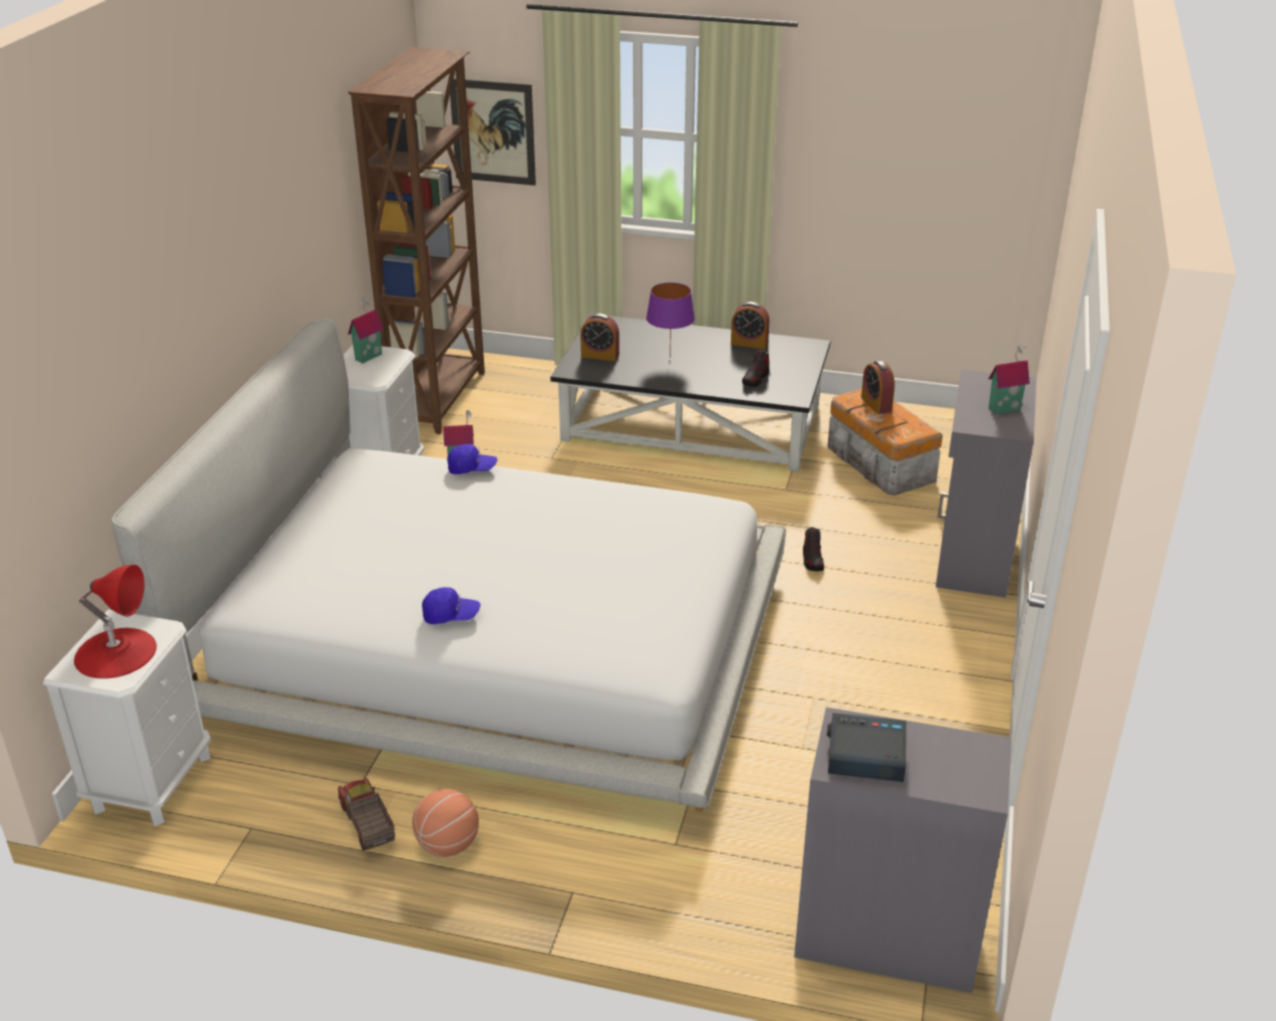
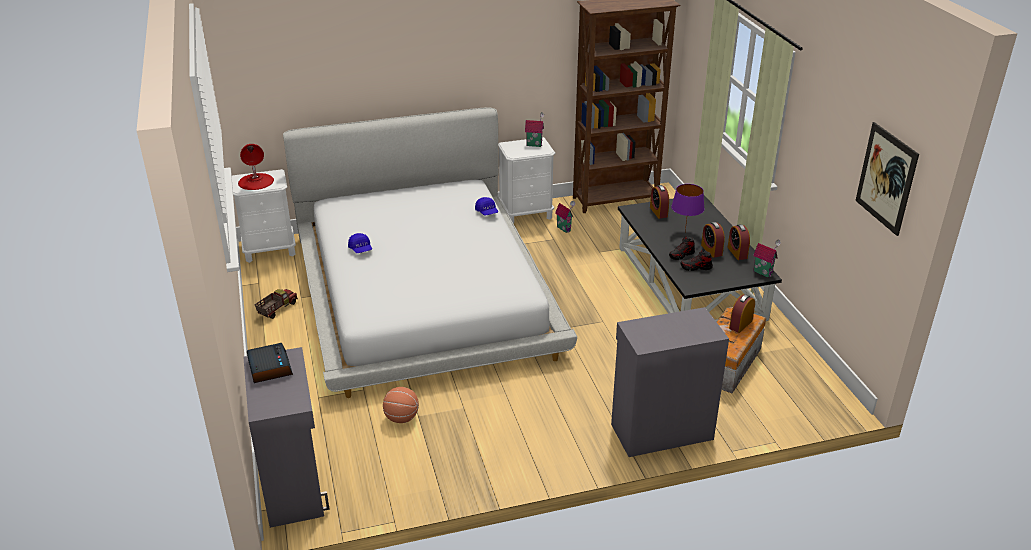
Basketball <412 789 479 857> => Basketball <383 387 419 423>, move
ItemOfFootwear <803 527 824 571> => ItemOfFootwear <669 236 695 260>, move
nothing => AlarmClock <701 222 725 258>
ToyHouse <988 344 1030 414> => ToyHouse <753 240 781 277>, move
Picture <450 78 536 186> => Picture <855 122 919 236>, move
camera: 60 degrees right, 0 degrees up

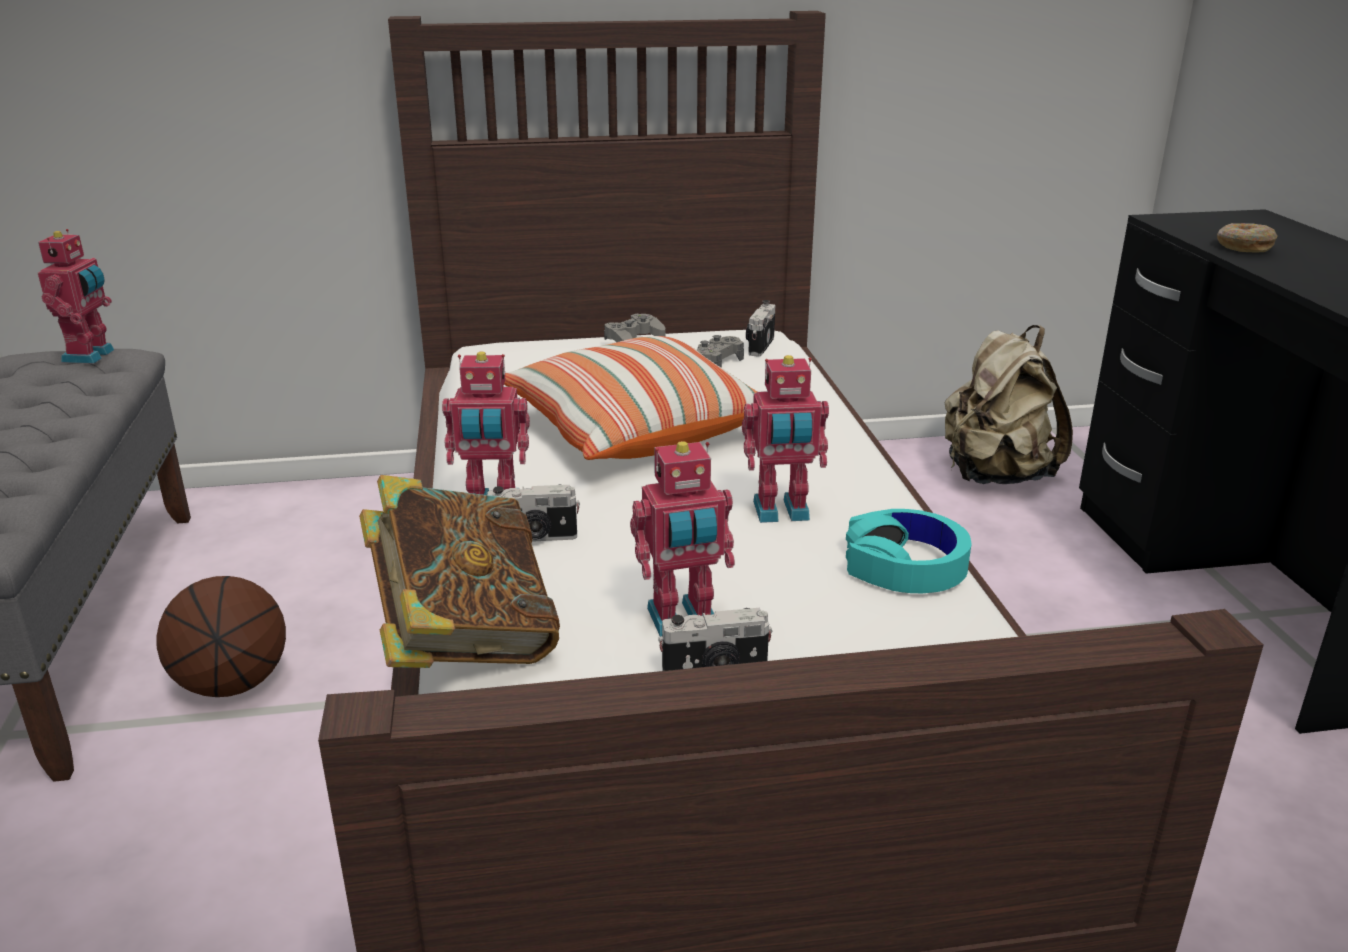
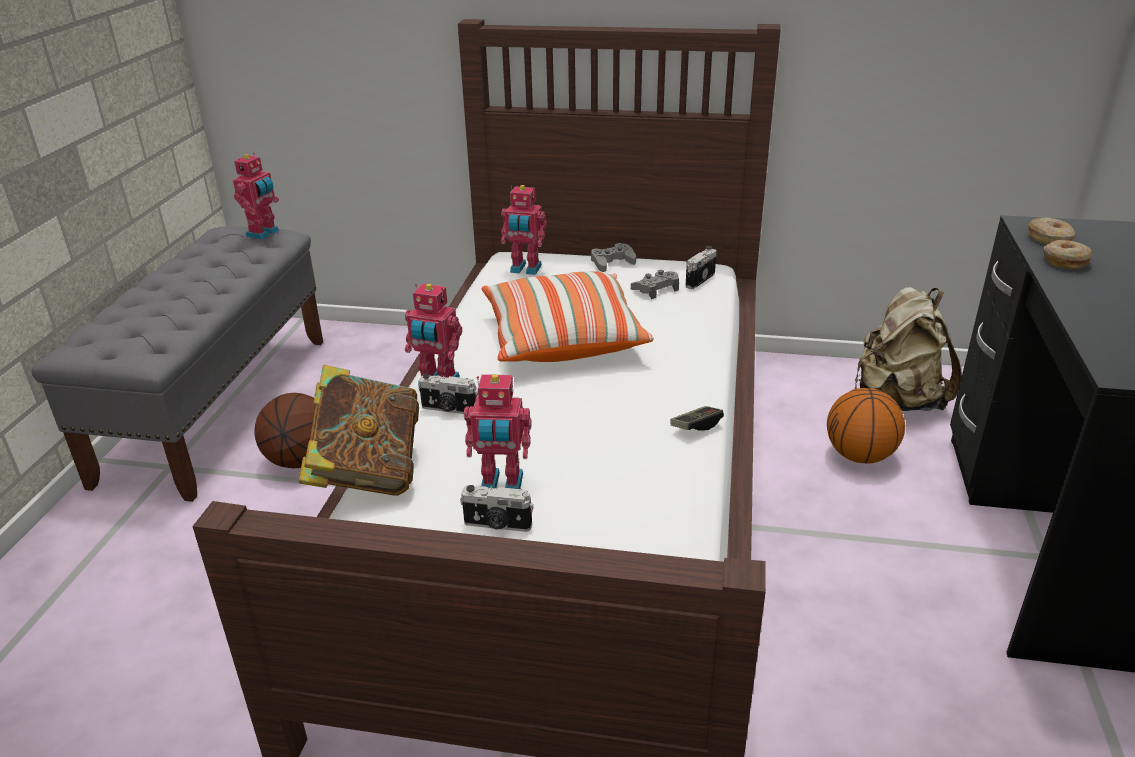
ToyRobot <742 355 829 523> => ToyRobot <501 185 547 275>, move
nothing => GameController <671 406 724 431>
nothing => Basketball <827 388 905 464>
nothing => RingDoughnut <1028 217 1075 244>
TurquoiseColouredPairOfHeadphones <846 509 971 593> => nothing
camera: 20 degrees right, 5 degrees up

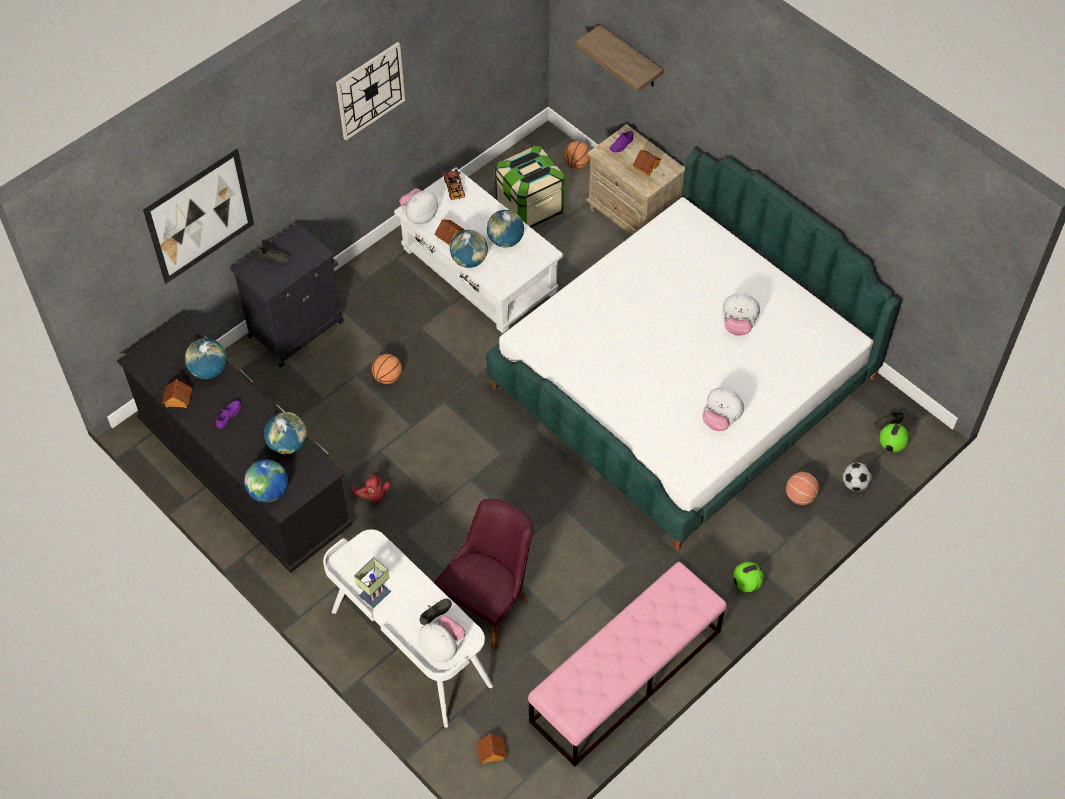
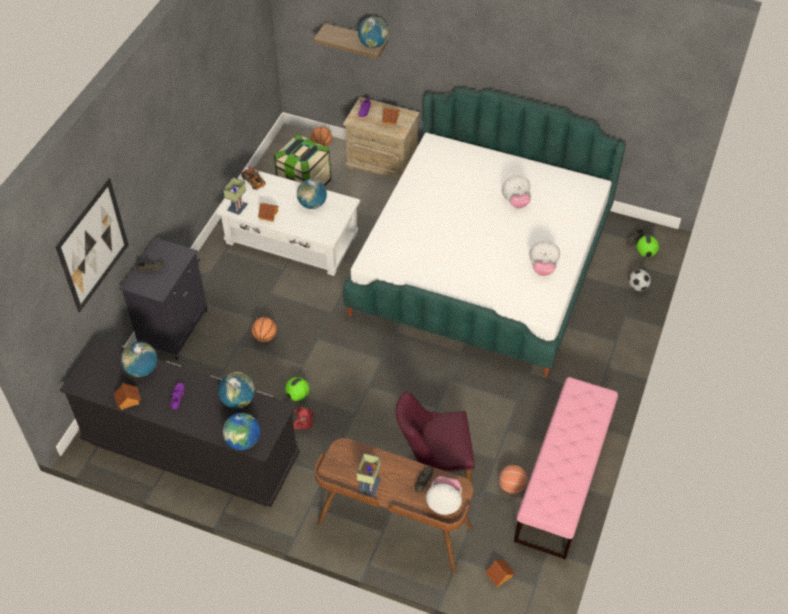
PlushToy <399 188 438 224> => TabletopLamp <223 177 248 215>
FootballBall <733 562 764 593> => FootballBall <285 377 309 401>, move
WhiteDeskUnit <323 529 493 728> => BrownishDeskUnit <315 438 473 573>
Globe <450 230 488 268> => Globe <358 17 388 48>, move
PurpleColouredChair <434 499 533 650> => PurpleColouredChair <396 391 475 482>, 105 degrees counterclockwise
Basketball <786 472 819 505> => Basketball <499 465 527 494>, move
WallClock <336 42 405 140> => nothing
camera: 25 degrees left, 5 degrees down

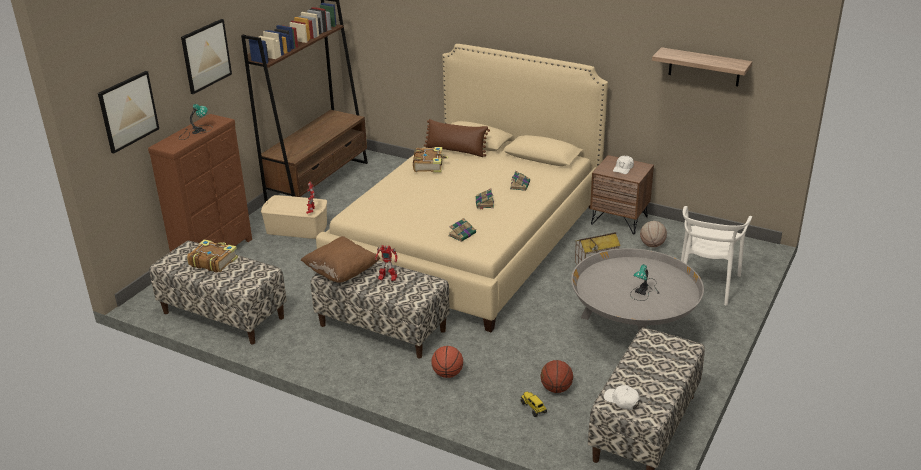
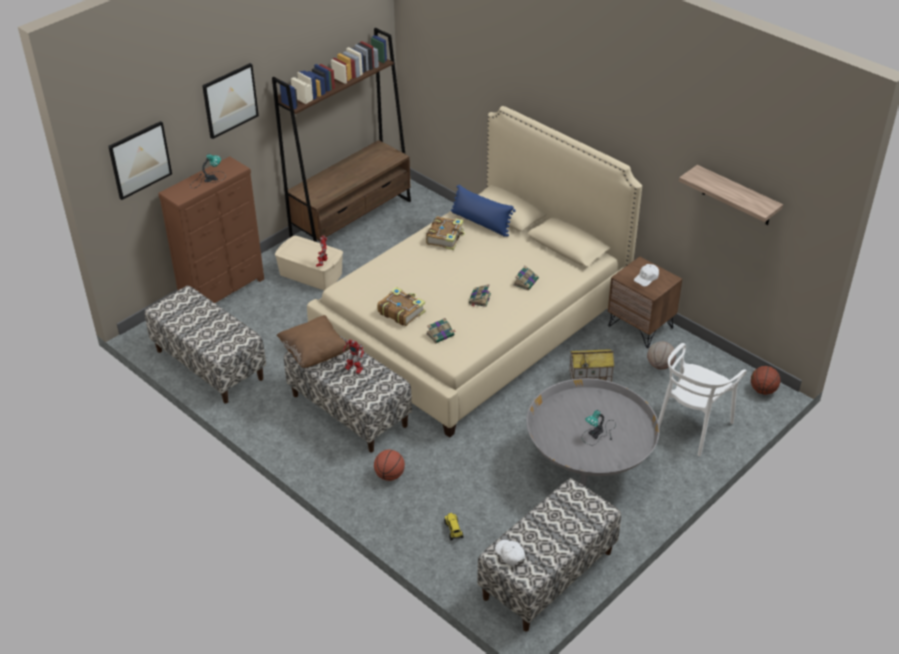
Volume <187 239 238 272> => Volume <377 287 426 326>, move
BrownishPillow <424 119 490 157> => BluePillow <451 185 516 237>
Basketball <540 360 573 393> => Basketball <751 366 780 395>, move
camera: 15 degrees right, 10 degrees up

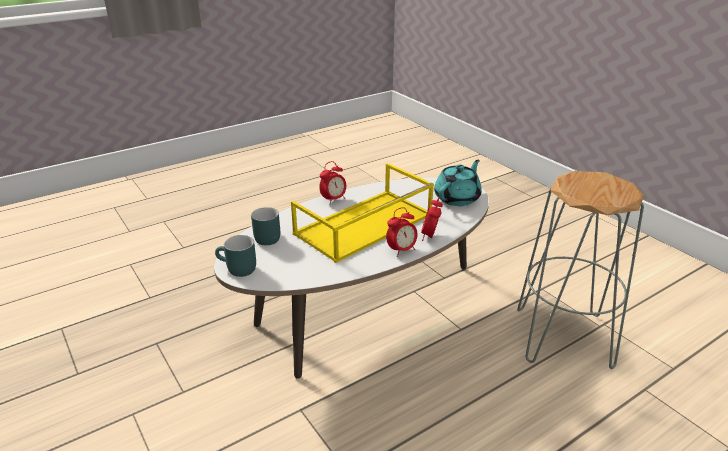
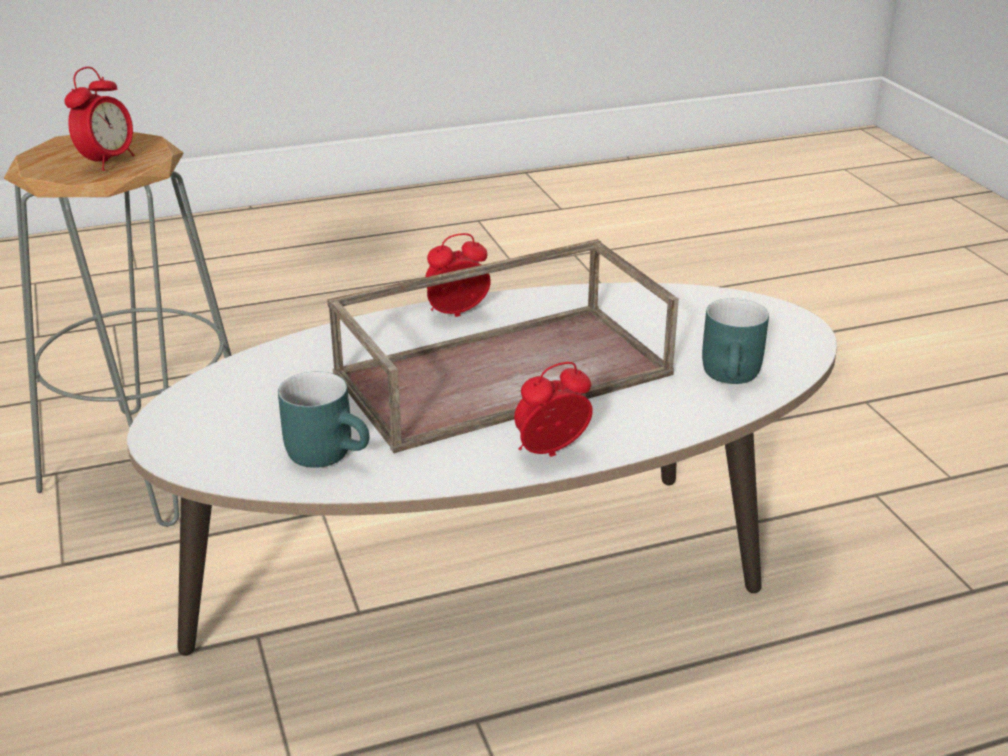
AlarmClock <421 197 443 241> => AlarmClock <65 67 135 171>, move
TurquoiseColouredCoffeeMug <215 235 256 277> => TurquoiseColouredCoffeeMug <278 372 369 468>, move
YellowColouredTray <291 163 434 263> => BrownishTray <327 239 679 453>
TurquoiseColouredTeapot <434 160 482 206> => nothing
camera: 165 degrees left, 0 degrees up

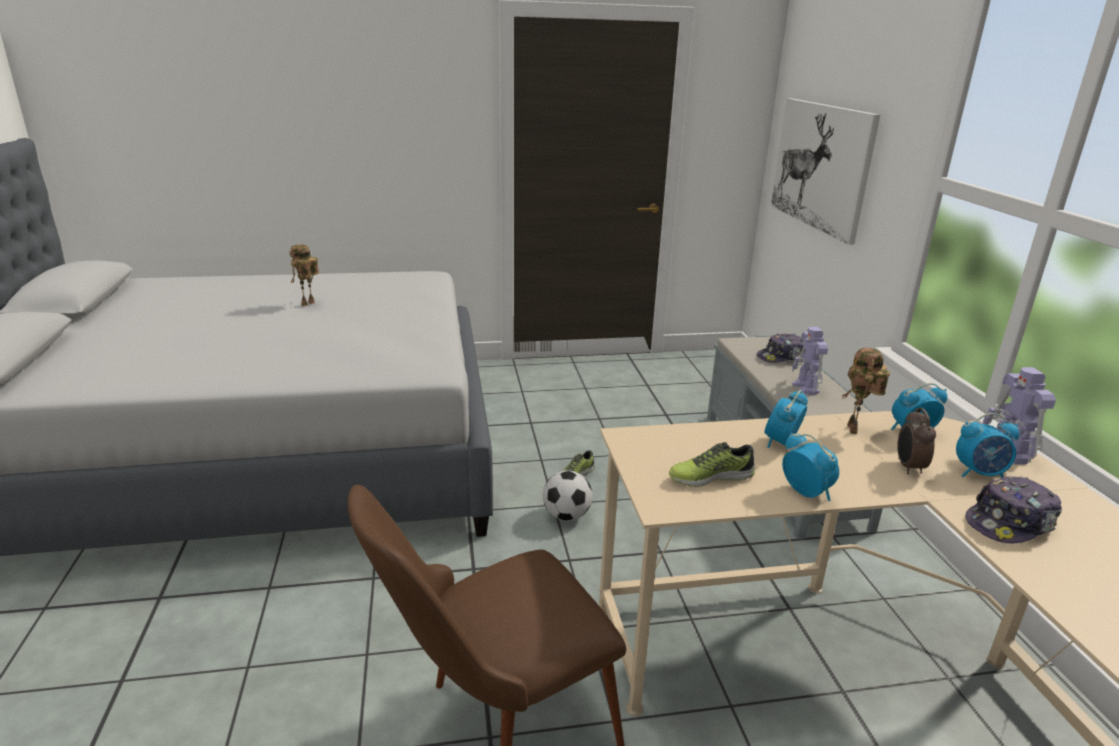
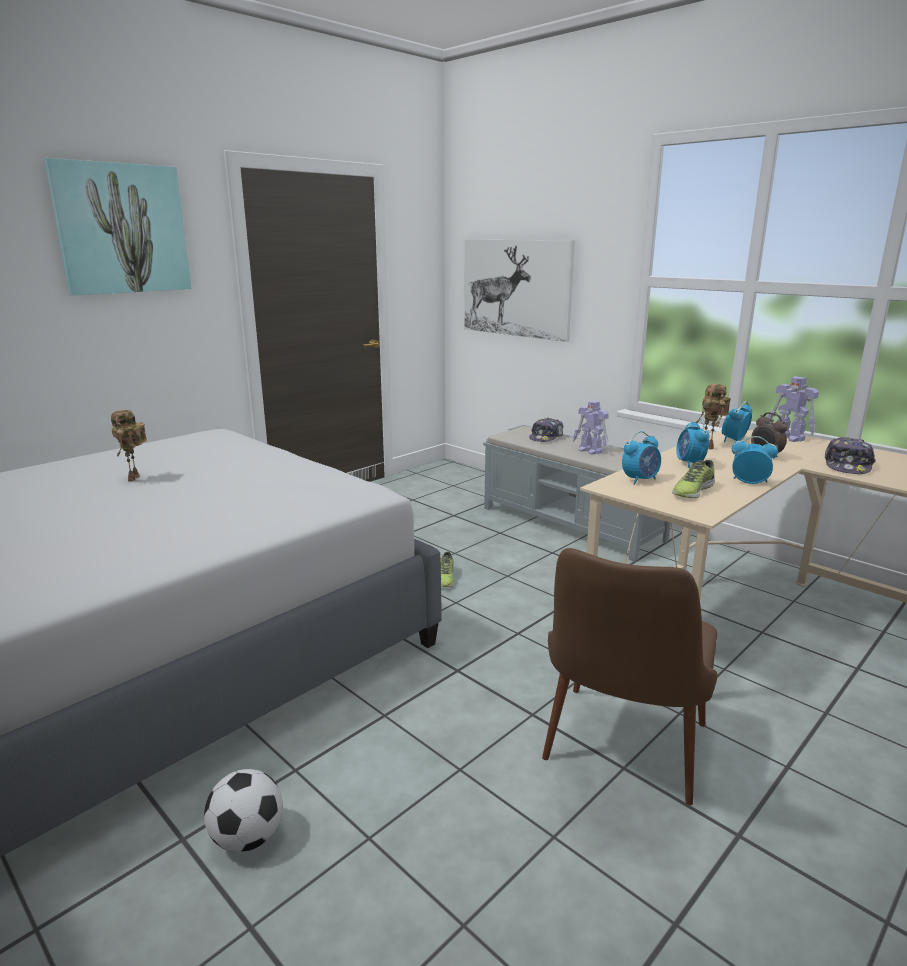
nothing => Picture <44 158 192 296>
FootballBall <543 470 592 521> => FootballBall <204 769 283 852>, move
AlarmClock <956 413 1020 478> => AlarmClock <622 431 661 485>, move
camera: 35 degrees left, 5 degrees down

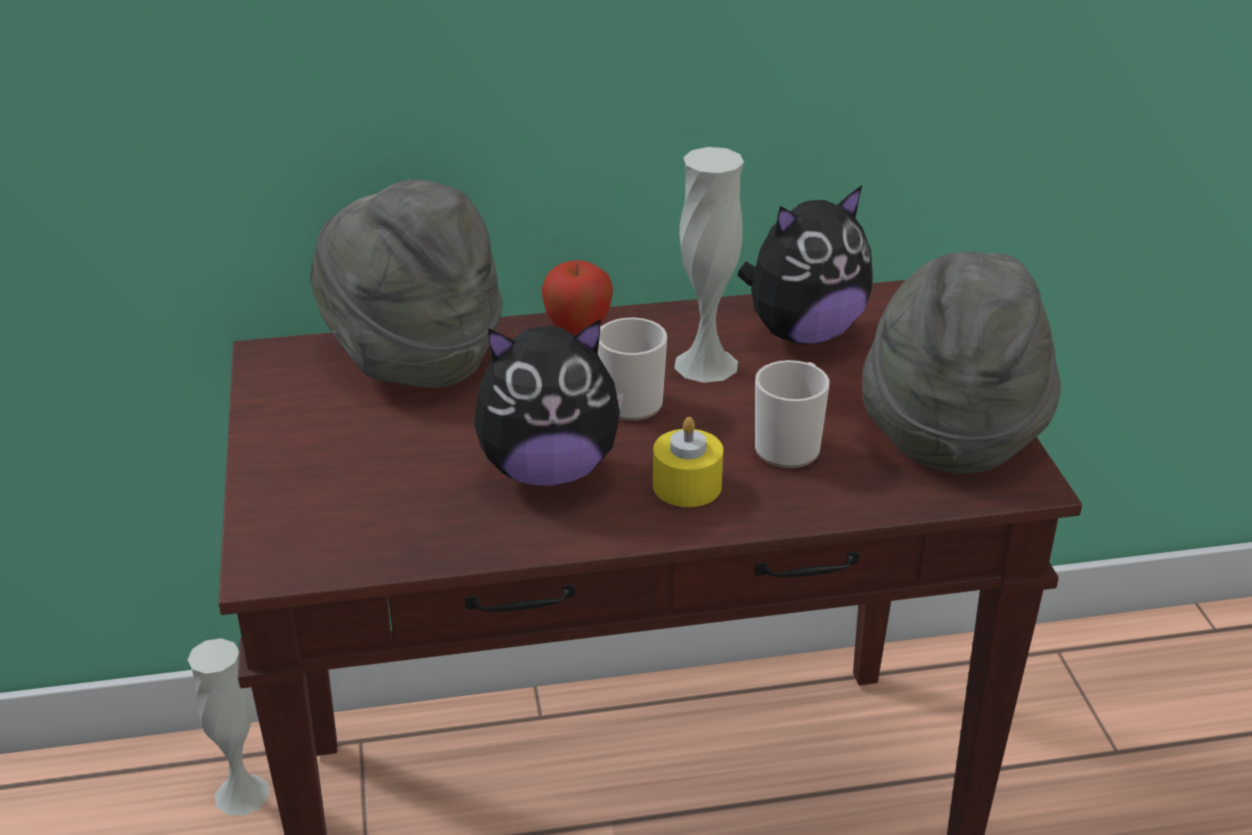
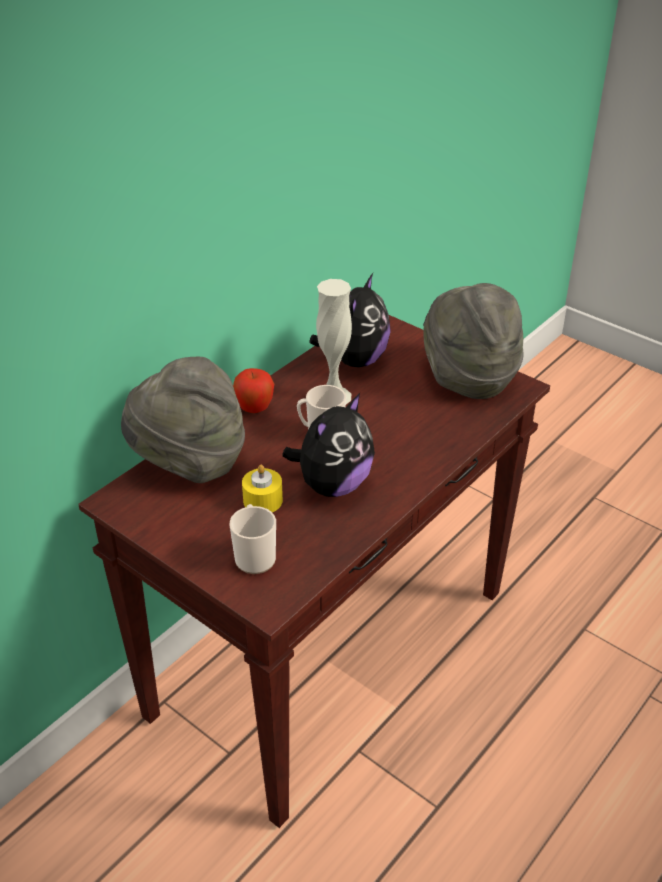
CoffeeMug <755 360 830 468> => CoffeeMug <230 504 276 574>, move
YellowColouredWaxLight <653 417 723 507> => YellowColouredWaxLight <242 465 283 512>, move
WhiteFlowerVase <187 638 270 815> => nothing
camera: 40 degrees left, 5 degrees up

